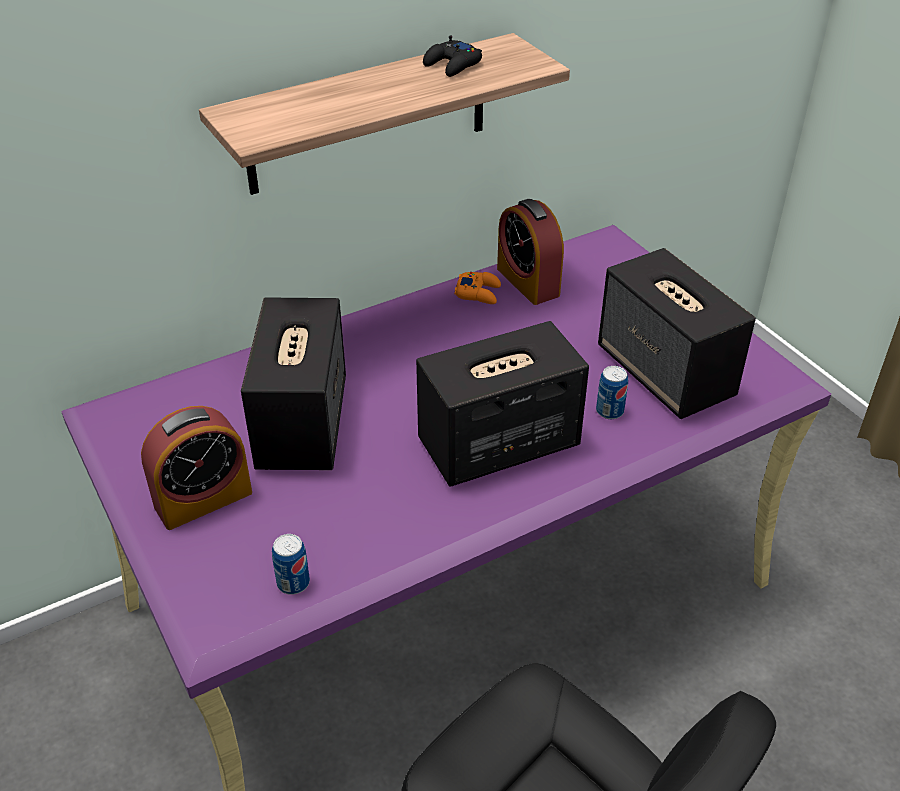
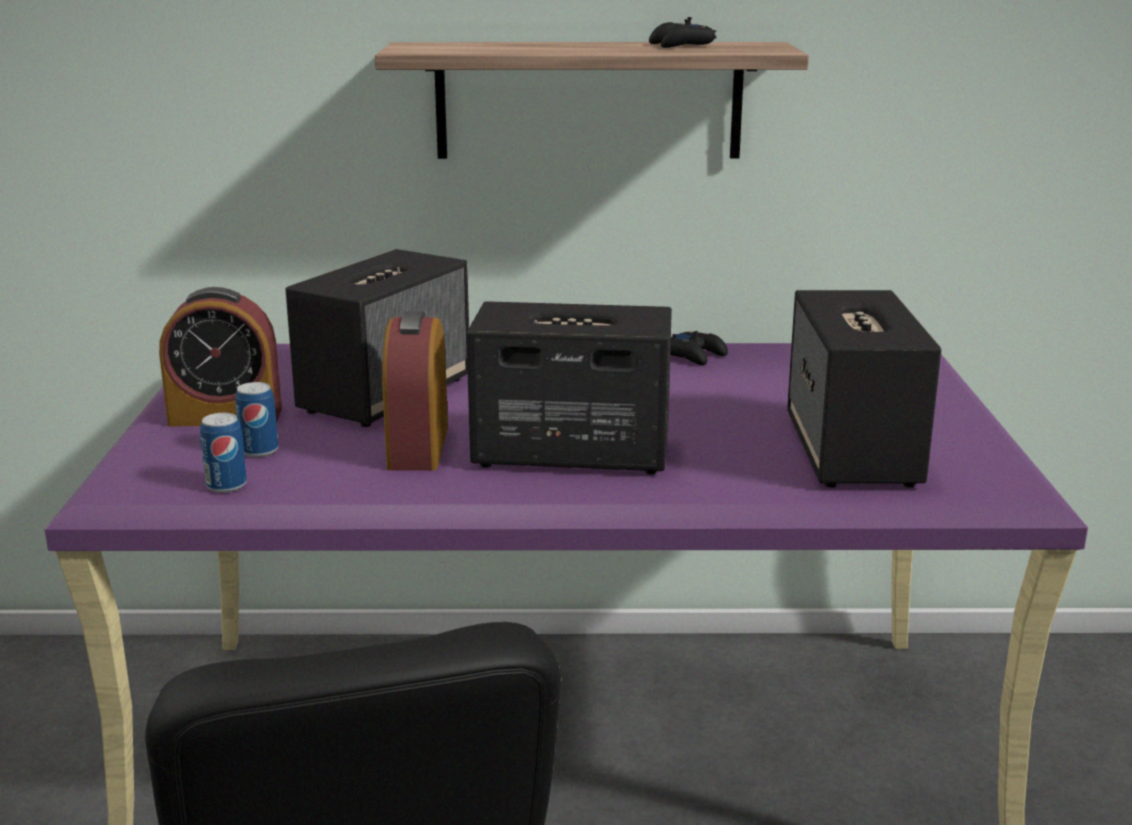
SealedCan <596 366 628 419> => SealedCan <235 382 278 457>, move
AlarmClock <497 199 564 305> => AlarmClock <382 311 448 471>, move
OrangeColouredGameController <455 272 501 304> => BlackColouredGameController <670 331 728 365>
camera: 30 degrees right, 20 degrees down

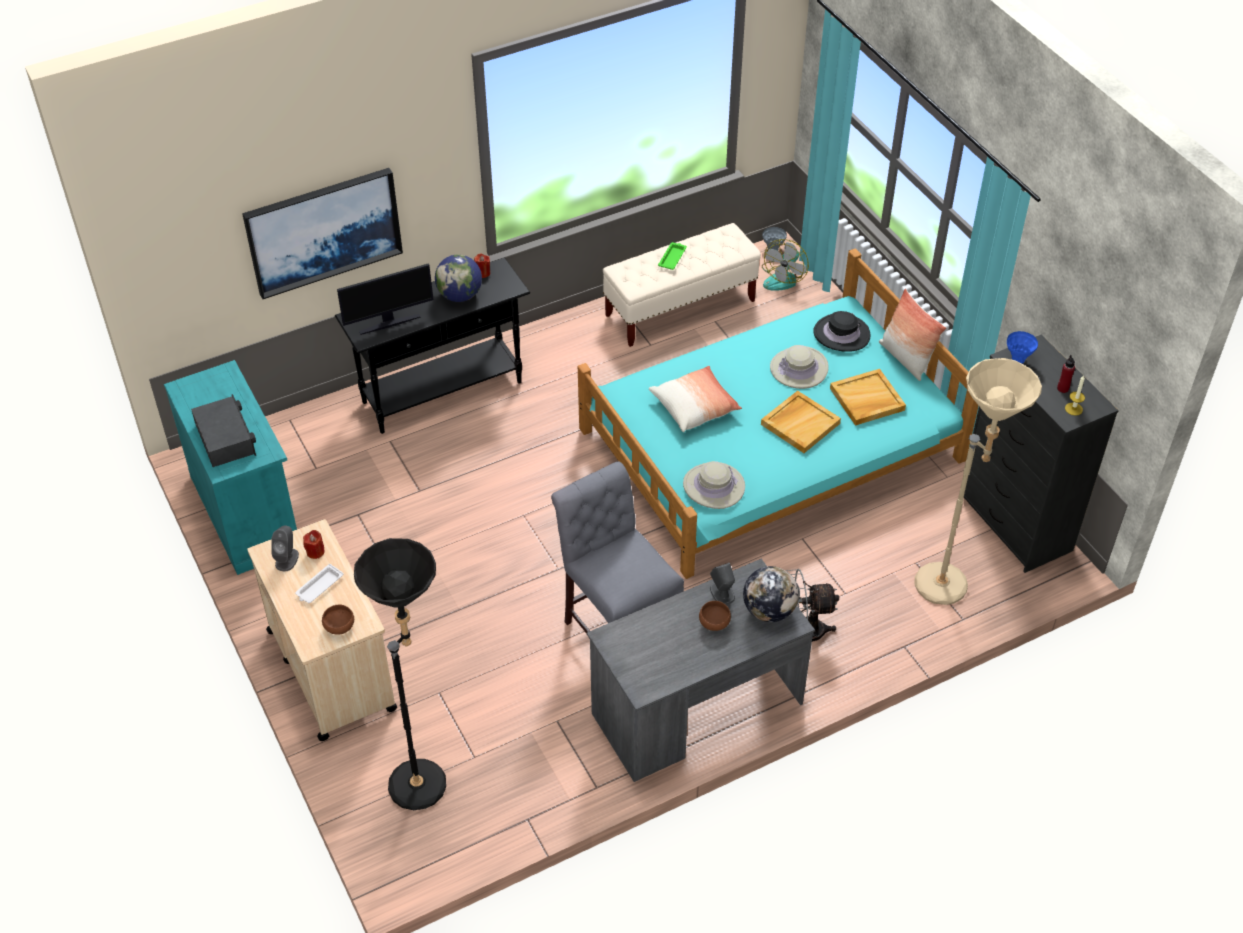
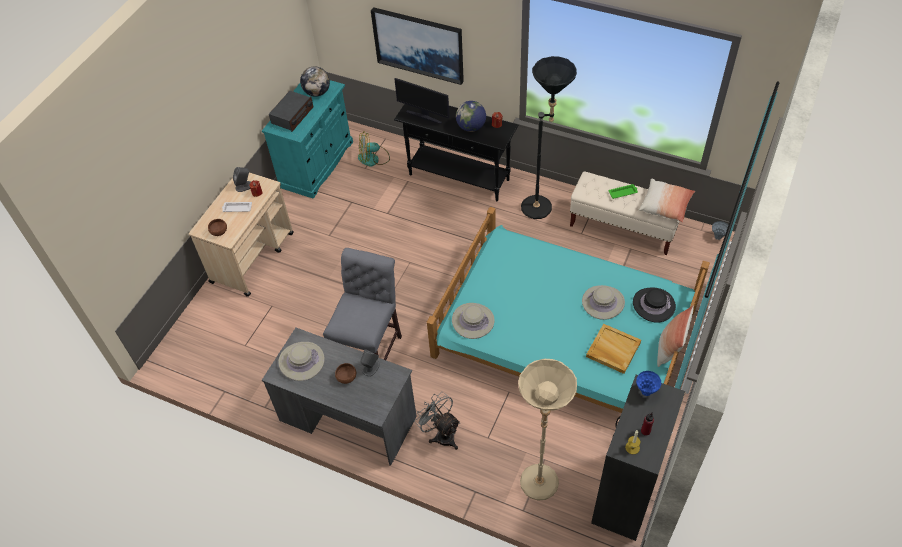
nothing => BeigeColouredHat <278 342 325 381>
Globe <743 566 799 622> => Globe <300 66 330 97>, move
ElectricFan <762 239 809 291> => ElectricFan <358 131 390 166>, move
BlackColouredStandardLamp <354 538 446 810> => BlackColouredStandardLamp <521 56 577 219>, move
Pillow <649 366 742 432> => Pillow <639 178 696 223>, move
BeigeColouredTray <761 391 841 453> => nothing
camera: 55 degrees right, 5 degrees up

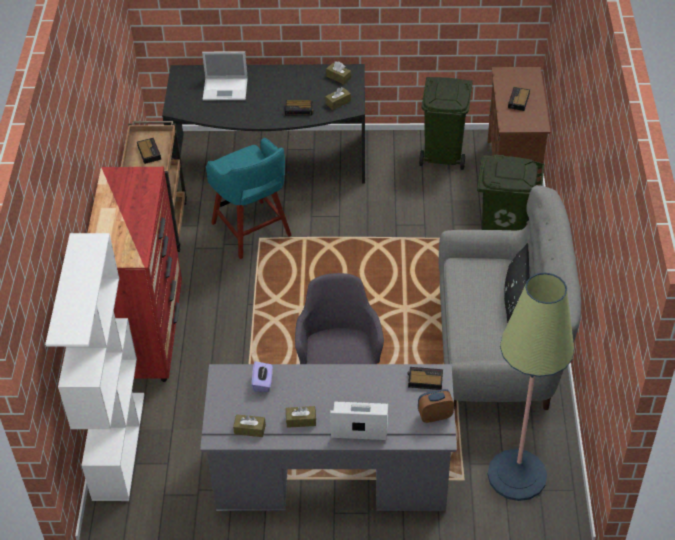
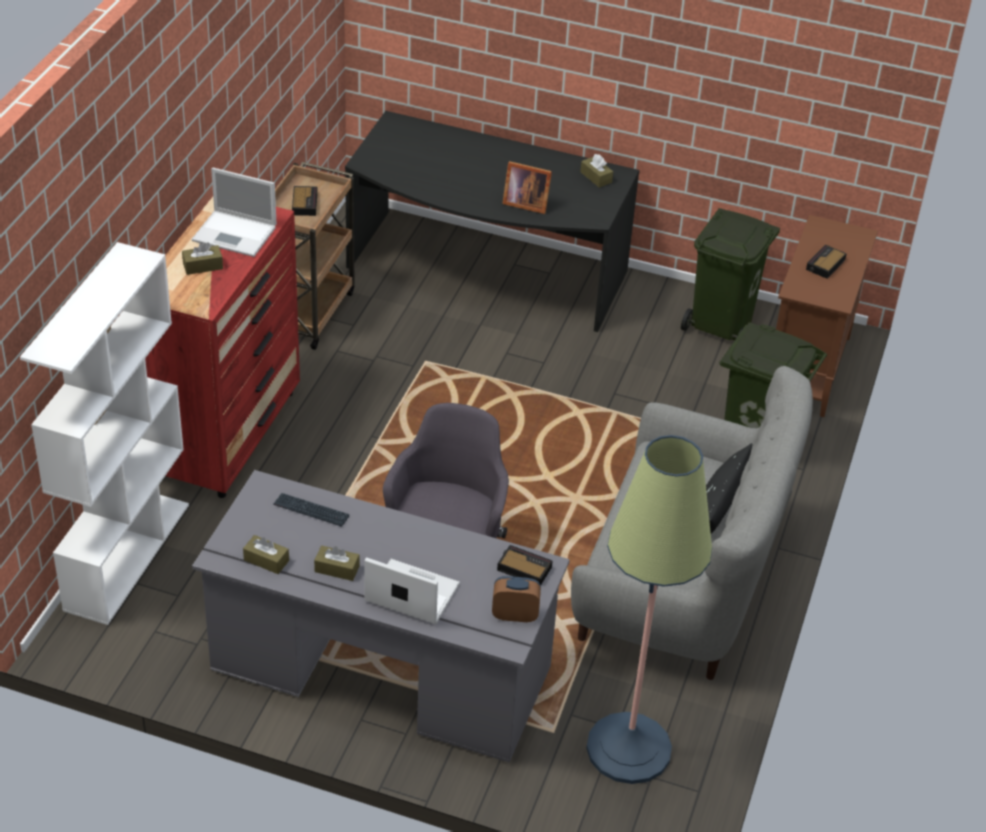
BrownishTissueBox <325 87 351 110> => BrownishTissueBox <182 242 223 275>, move
PortableComputer <202 51 248 100> => PortableComputer <192 168 277 257>, move
PurpleColouredTissueBox <252 361 273 392> => Keyboard <273 493 349 527>
AlarmClock <285 100 314 115> => StandingFrame <502 161 552 214>
TurquoiseColouredStool <206 138 292 259> => nothing
camera: 15 degrees right, 5 degrees down

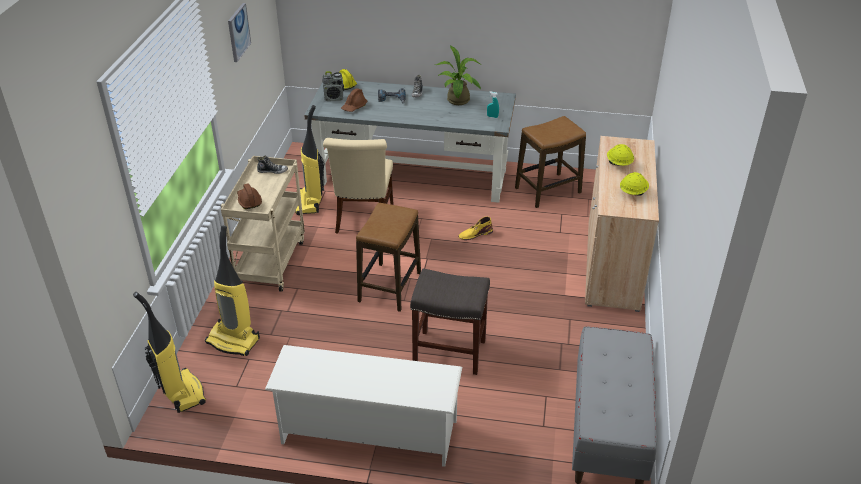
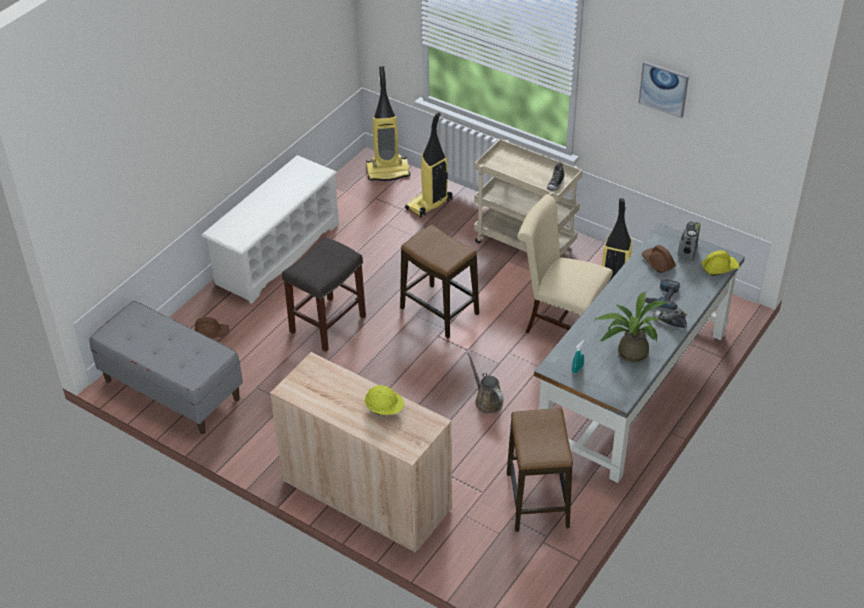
BrownishSafetyHelmet <237 184 262 209> => BrownishSafetyHelmet <195 317 229 339>, move
YellowColouredBoot <458 216 493 240> => BrownishWateringCan <467 352 504 413>
YellowColouredSafetyHelmet <620 172 649 196> => nothing
camera: 115 degrees right, 5 degrees up

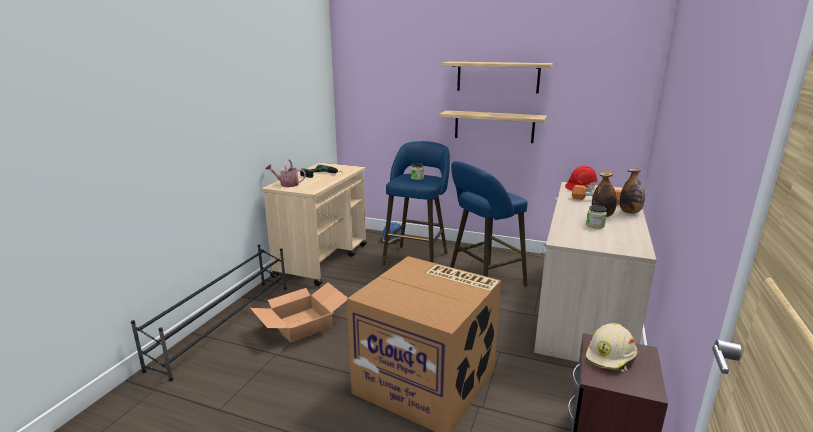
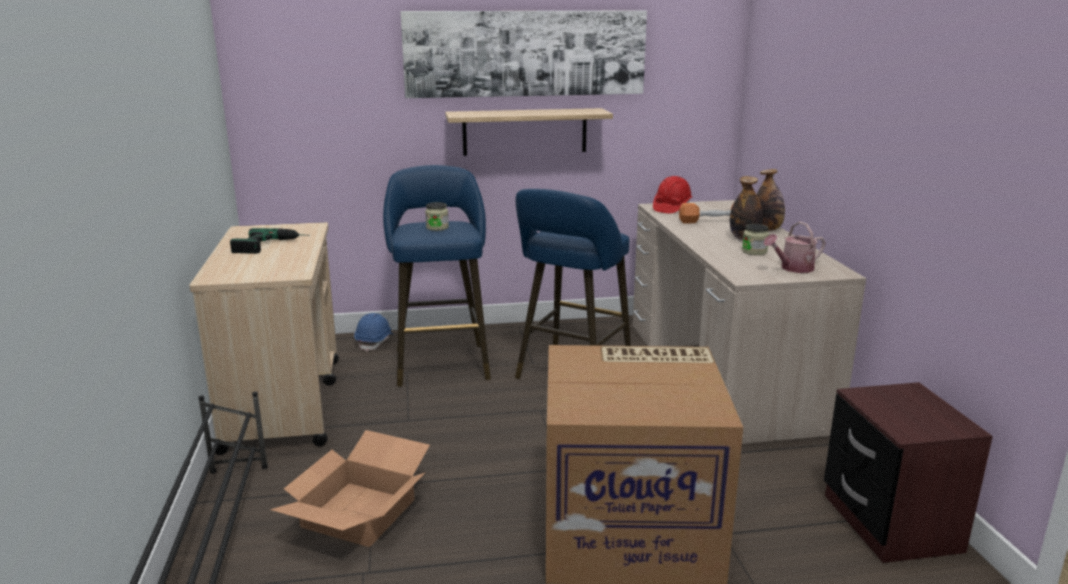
WallShelf <441 62 553 94> => Picture <400 11 647 98>
WateringCan <266 159 306 187> => WateringCan <764 221 826 273>, move
BeigeColouredSafetyHelmet <585 323 637 372> => nothing
camera: 30 degrees left, 0 degrees up

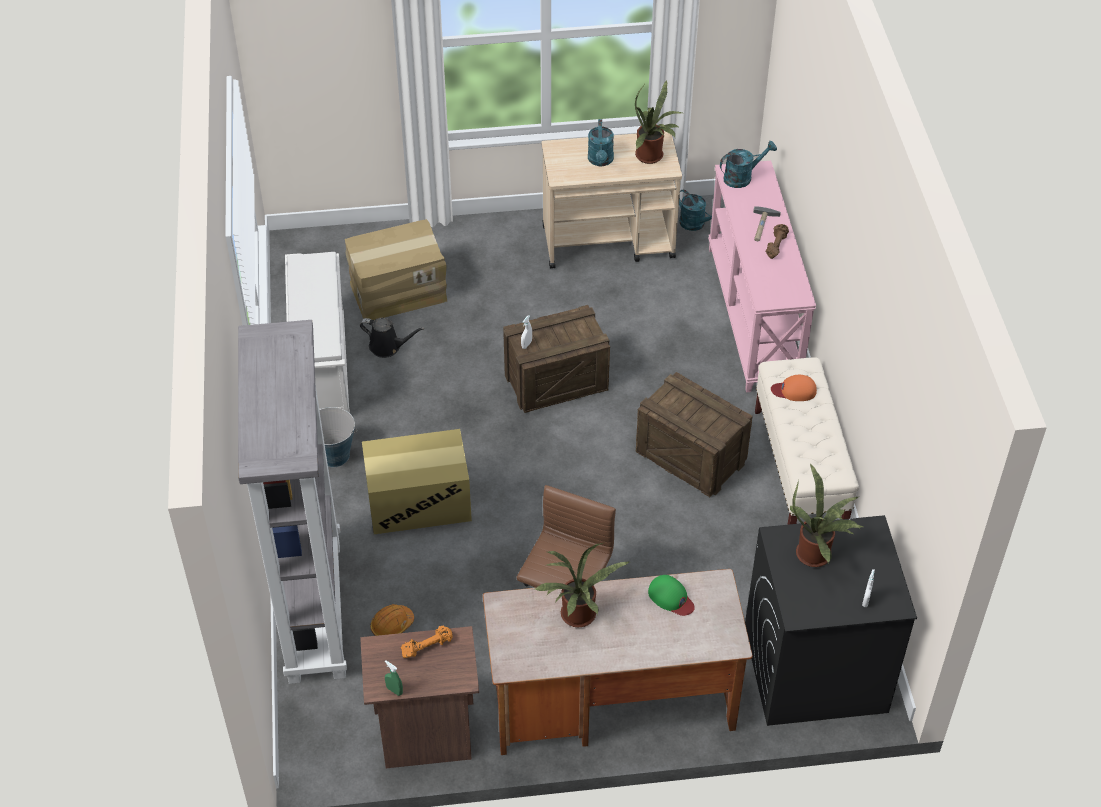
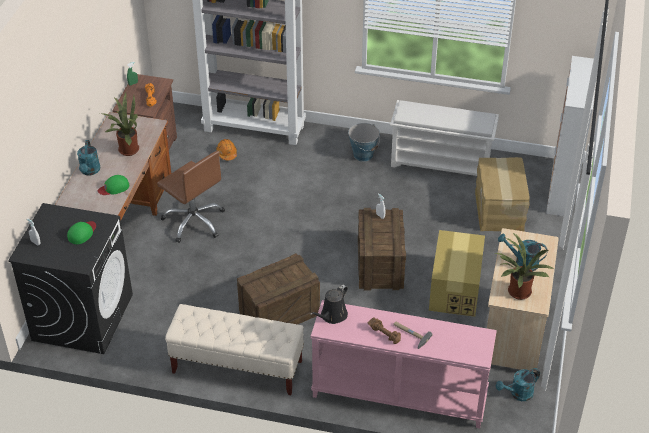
Houseplant <790 463 865 567> => GreenishCap <67 221 96 244>
TurquoiseColouredWateringCan <720 141 777 188> => TurquoiseColouredWateringCan <77 140 100 176>, move
BlackColouredWateringCan <360 318 424 358> => BlackColouredWateringCan <310 285 348 324>, move
Carton <362 429 472 534> => Carton <429 230 485 317>, move
nothing => StorageCabinet <546 56 595 217>
OrangeColouredCap <771 375 817 401> => nothing
camera: 110 degrees right, 5 degrees down

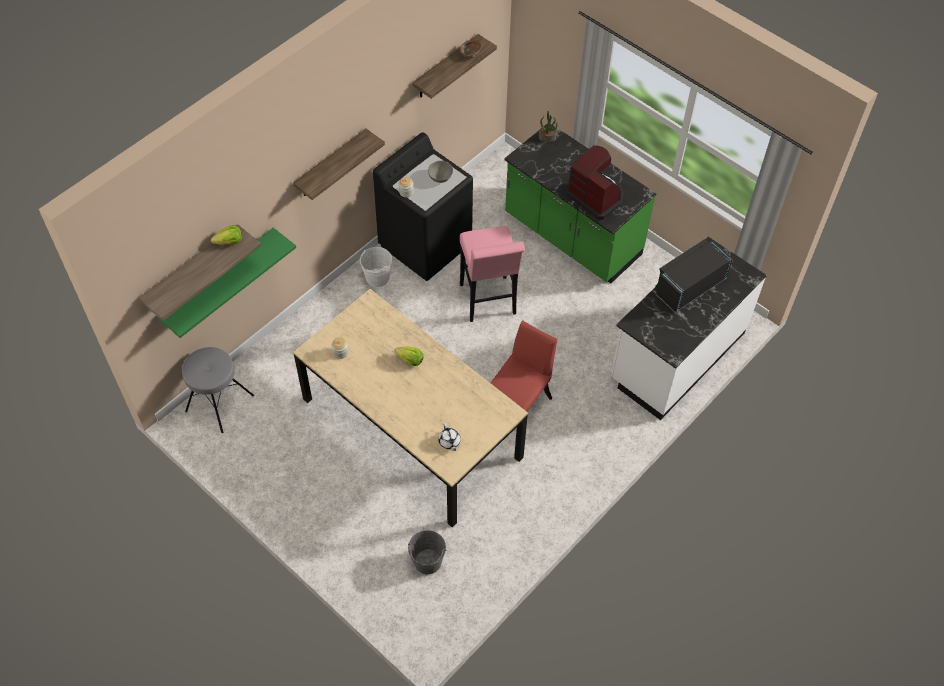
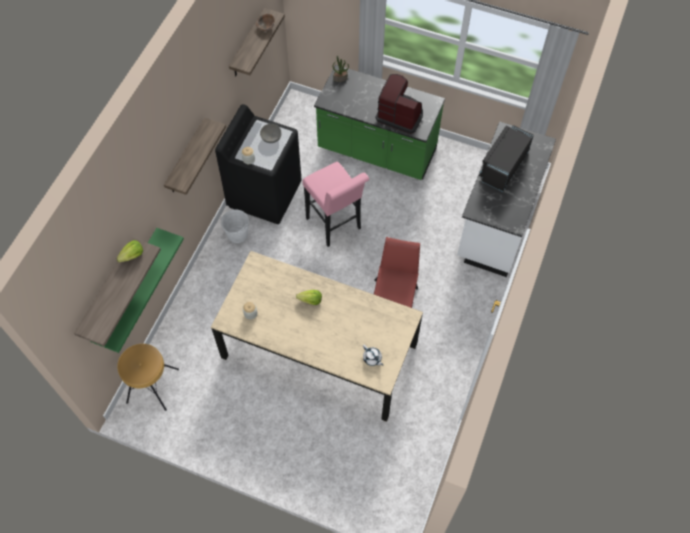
GreyishStool <182 347 254 433> => BrownishStool <117 344 179 411>
GreyishPail <408 530 447 575> => nothing
camera: 20 degrees left, 5 degrees up

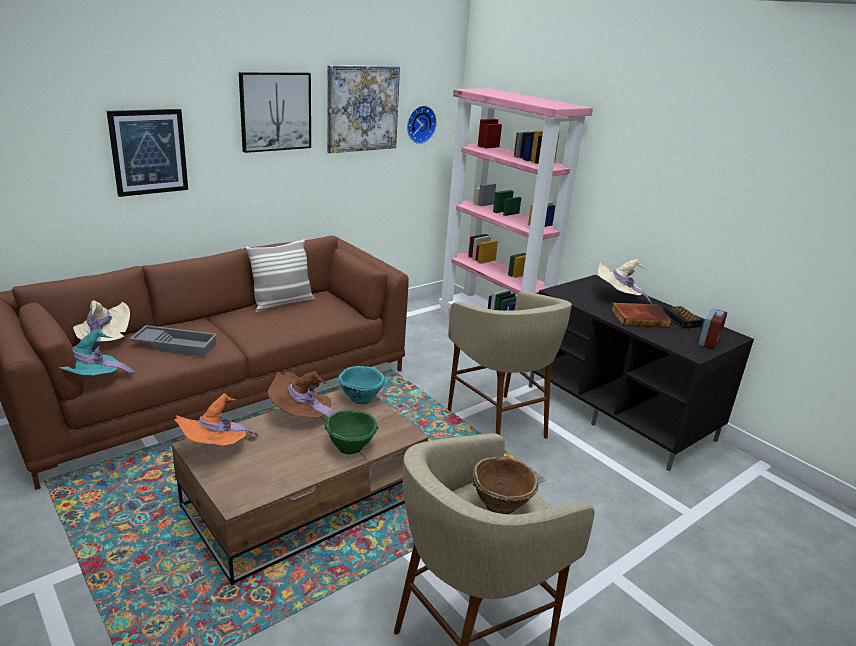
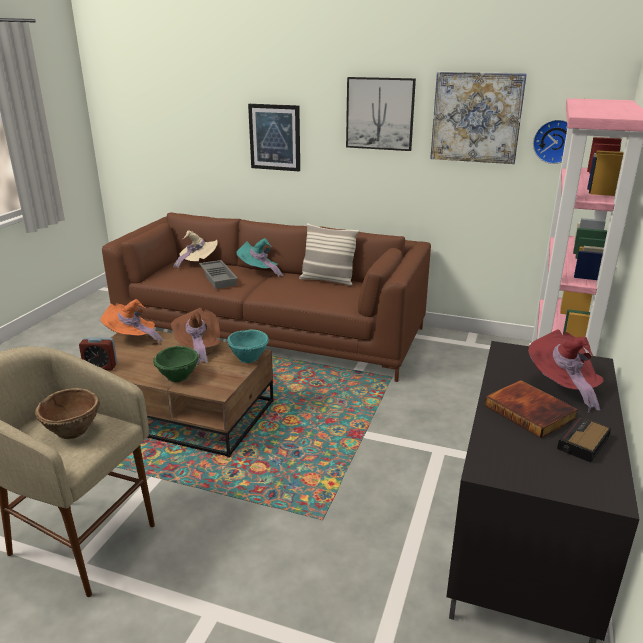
AlarmClock <699 308 727 349> => AlarmClock <79 337 117 370>, move
TurquoiseColouredHat <59 329 135 376> => TurquoiseColouredHat <236 238 283 278>, move
BeigeColouredHat <598 259 652 304> => ReddishHat <528 330 603 413>
BeigeColouredStool <448 291 572 439> => nothing
camera: 60 degrees right, 0 degrees up

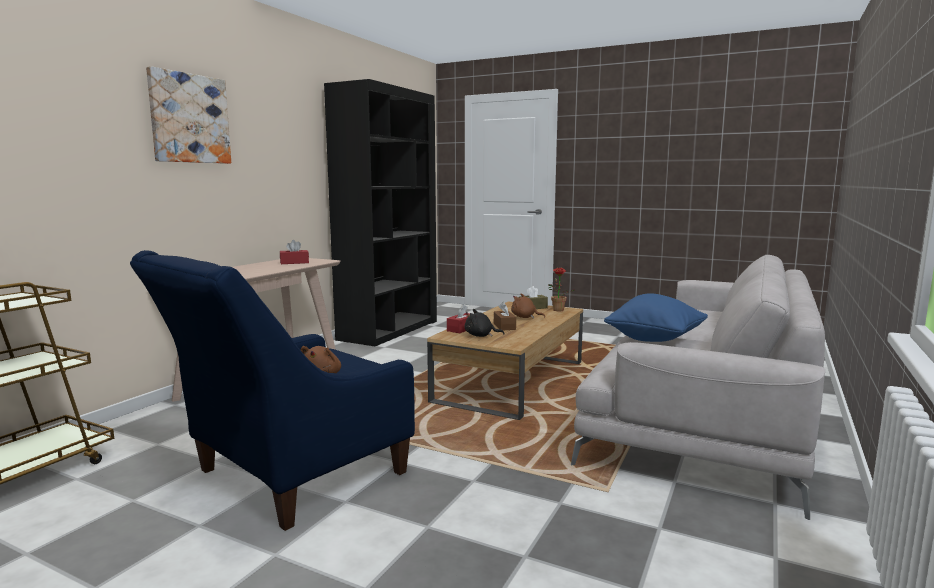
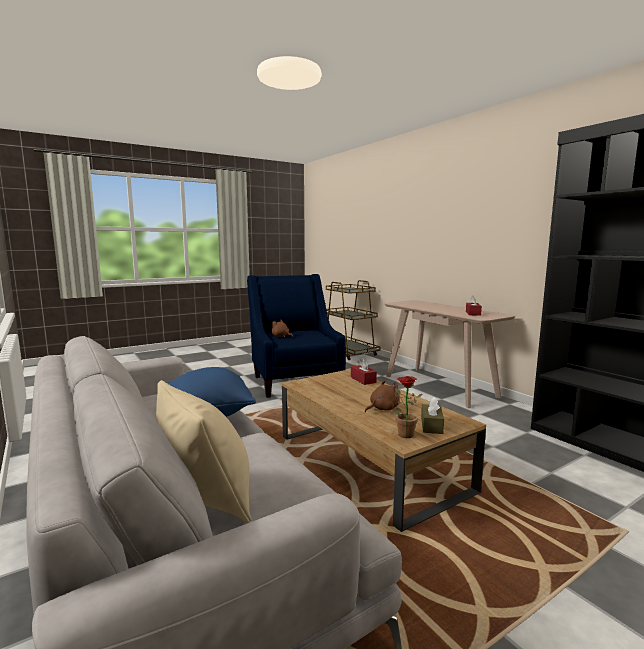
nothing => BeigeColouredPillow <156 380 251 524>
Picture <146 66 231 164> => nothing
BlackColouredPlushToy <465 309 505 337> => nothing
BrownishTissueBox <494 302 516 330> => nothing
camera: 120 degrees right, 0 degrees up

